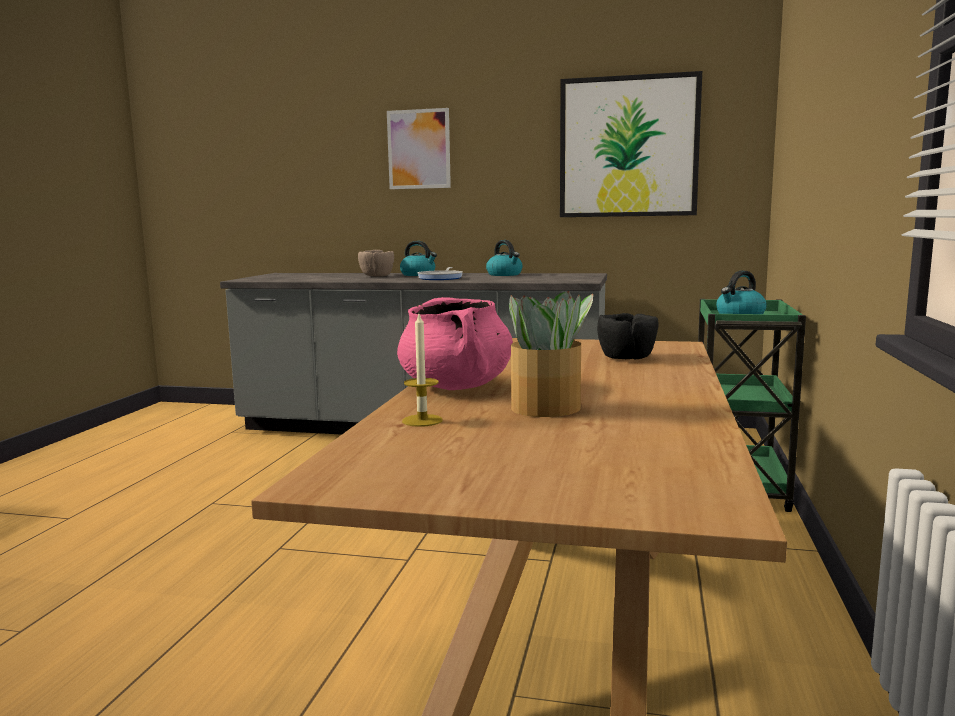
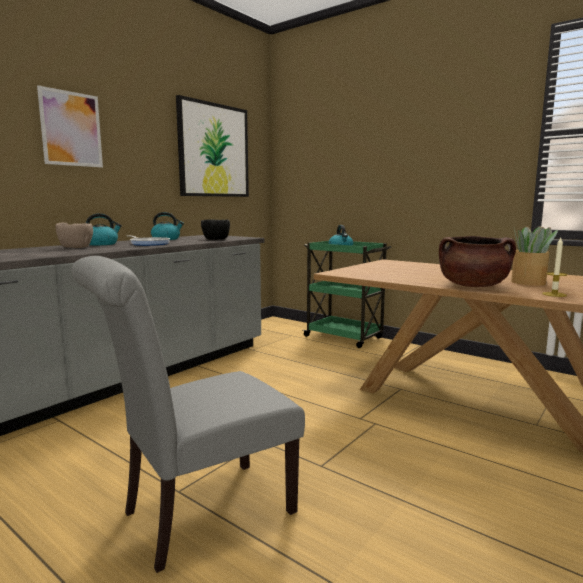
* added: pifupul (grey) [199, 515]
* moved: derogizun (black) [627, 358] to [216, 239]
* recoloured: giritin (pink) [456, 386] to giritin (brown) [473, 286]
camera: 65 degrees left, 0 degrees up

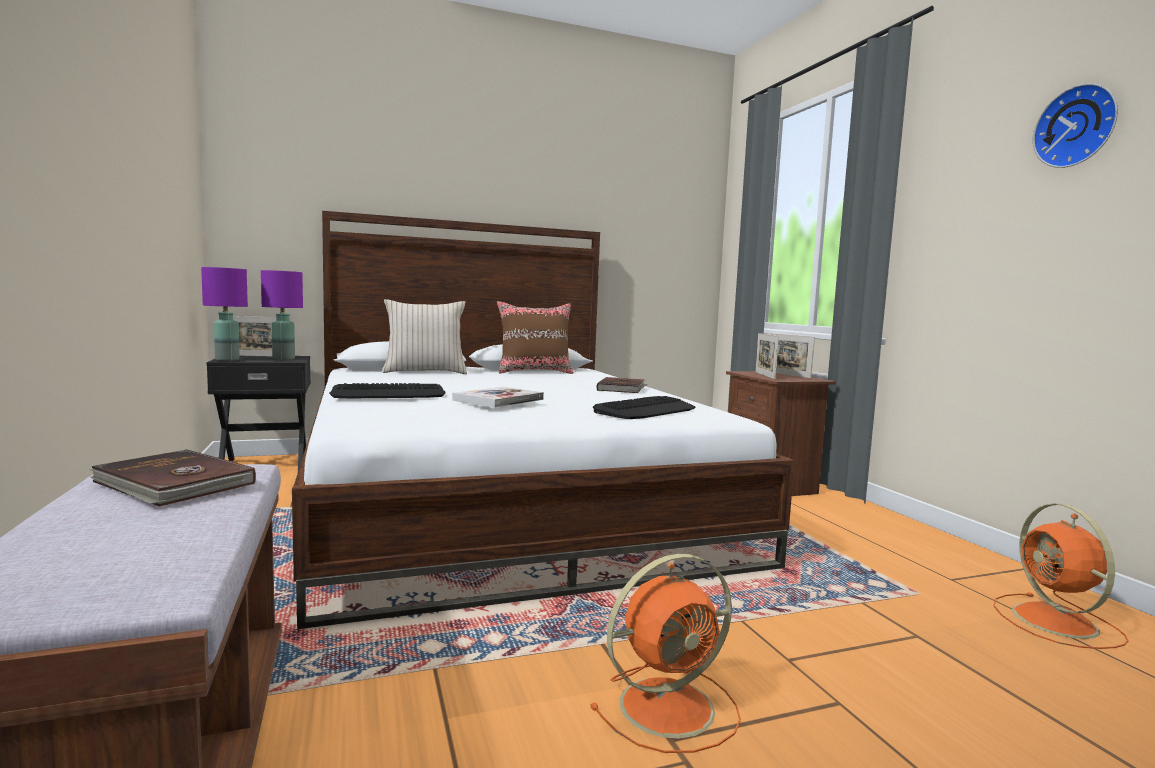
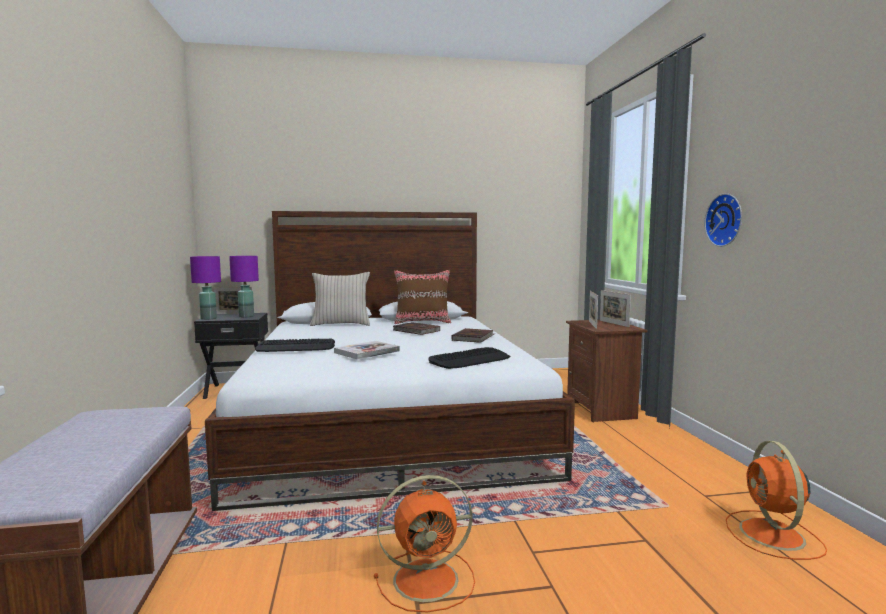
* moved: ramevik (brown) [173, 484] to [416, 331]
* moved: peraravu [1077, 127] to [726, 220]
camera: 10 degrees right, 0 degrees up

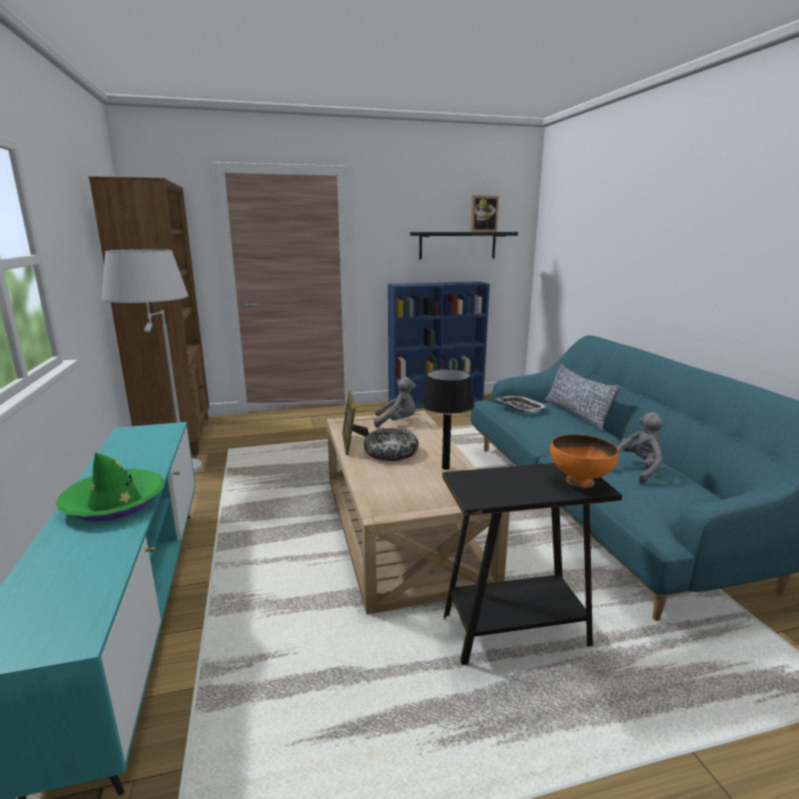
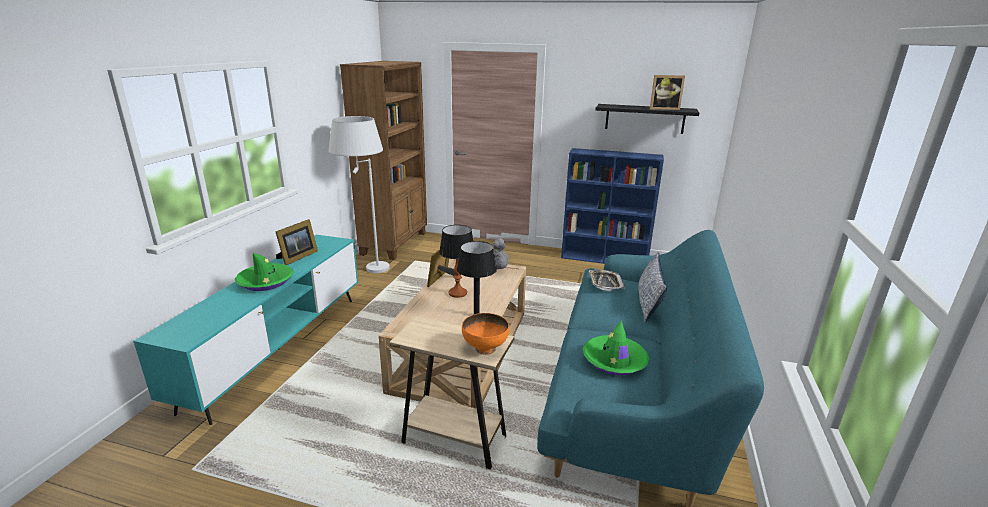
* added: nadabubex [297, 257]
* replaced: derogizun [391, 452] to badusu [458, 293]
* replaced: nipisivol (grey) [637, 469] to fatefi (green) [614, 361]
* recoloured: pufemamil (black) [515, 631] to pufemamil (beige) [454, 440]
camera: 30 degrees right, 5 degrees up

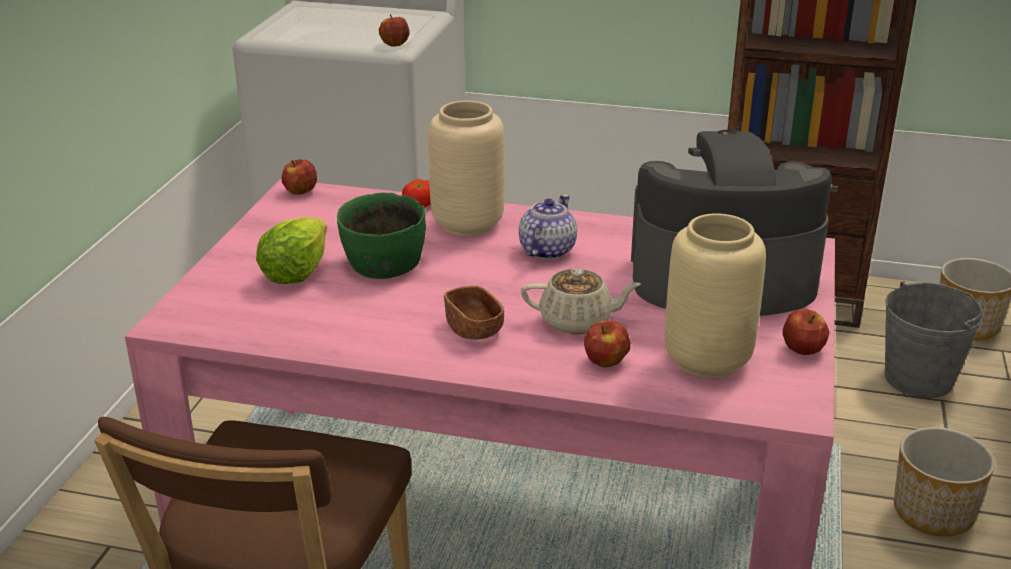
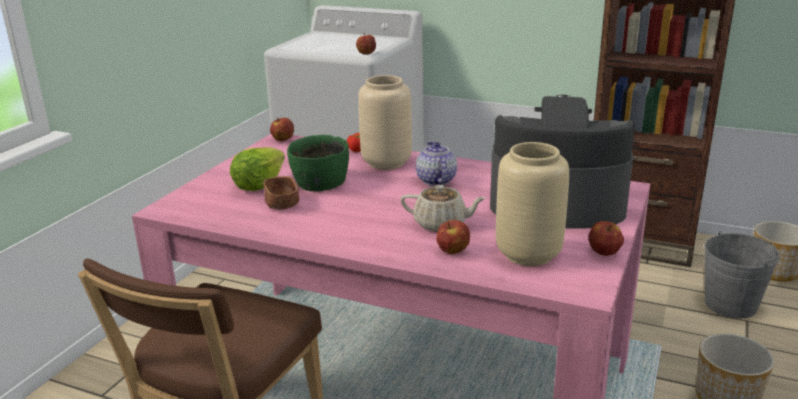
* moved: derogizun (brown) [474, 329] to [282, 204]
* turned: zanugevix [546, 250] = [435, 180] 45 degrees counterclockwise
camera: 10 degrees right, 5 degrees down

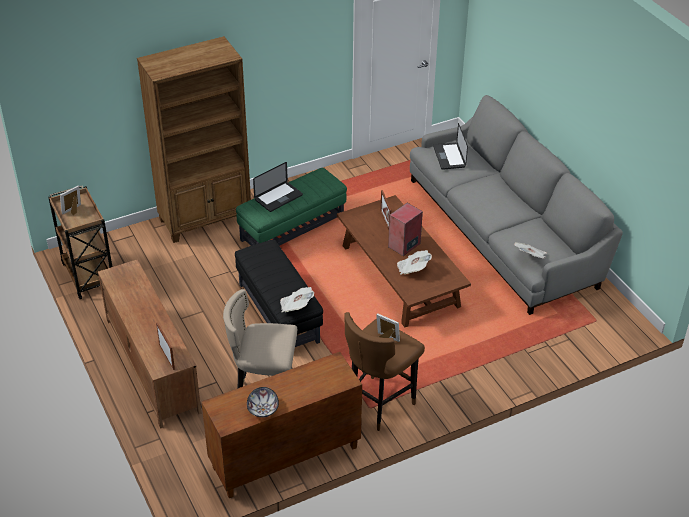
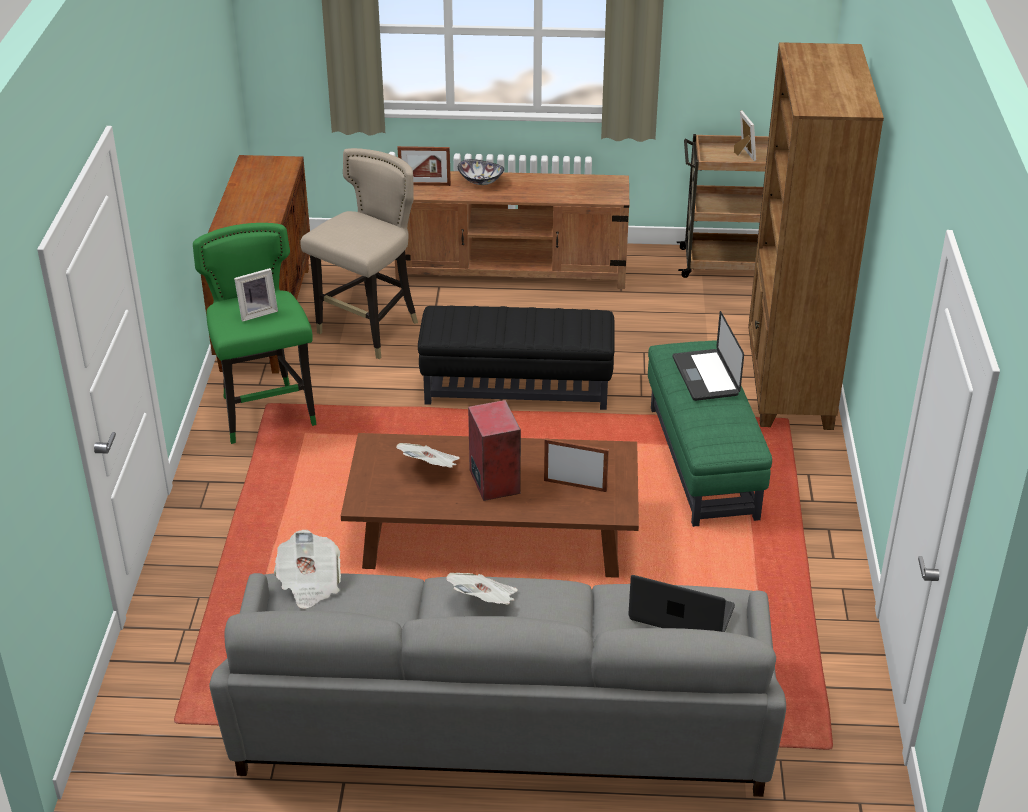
* moved: derogizun [262, 409] to [481, 181]
* moved: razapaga [296, 306] to [484, 601]
* recoloured: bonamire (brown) [378, 403] to bonamire (green) [266, 414]
camera: 120 degrees right, 5 degrees down

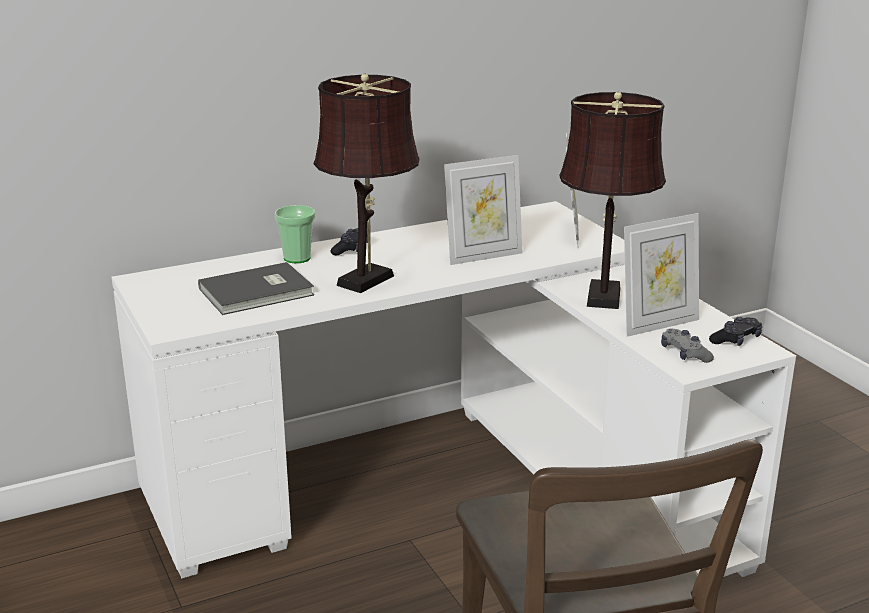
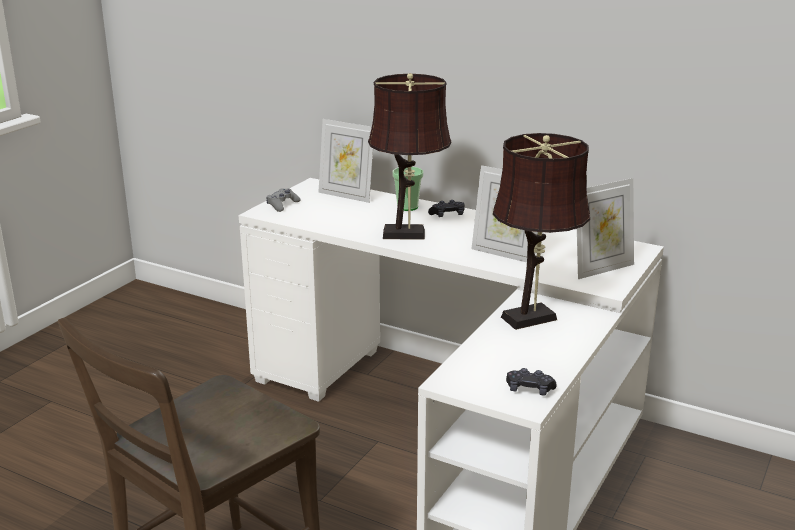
* removed: ramevik (grey) [258, 292]
* moved: nadabubex [658, 324] to [346, 195]
* moved: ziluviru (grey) [684, 354] to [282, 205]
camera: 55 degrees right, 0 degrees up

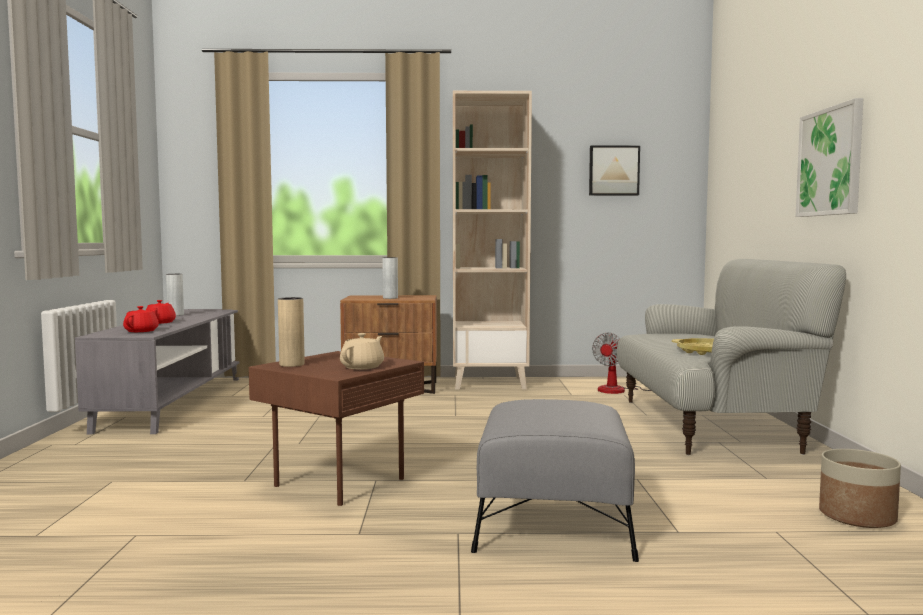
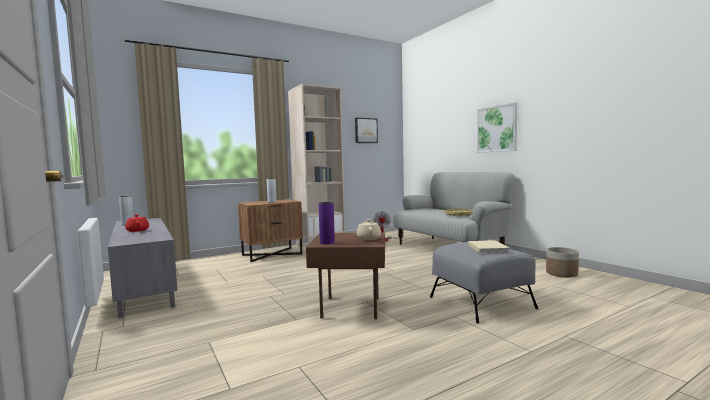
* removed: zanugevix (red) [142, 331]
* added: ramevik (beige) [487, 248]
* recoloured: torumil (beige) [292, 364] to torumil (purple) [327, 242]
camera: 30 degrees left, 0 degrees up

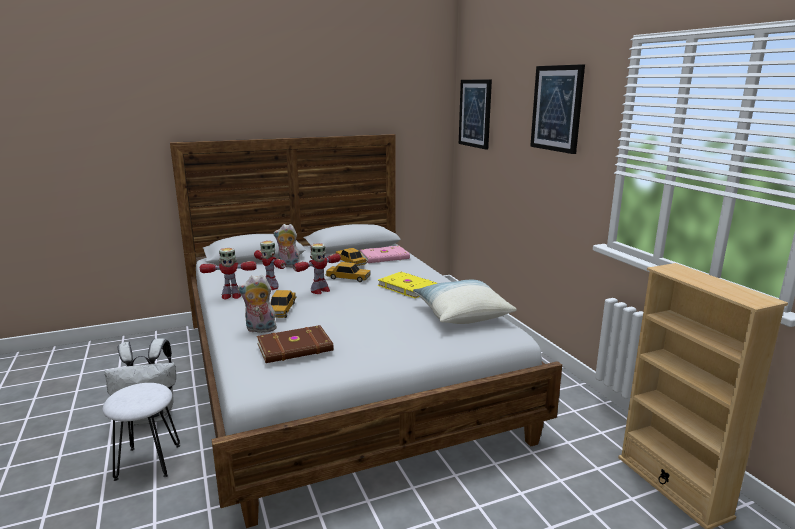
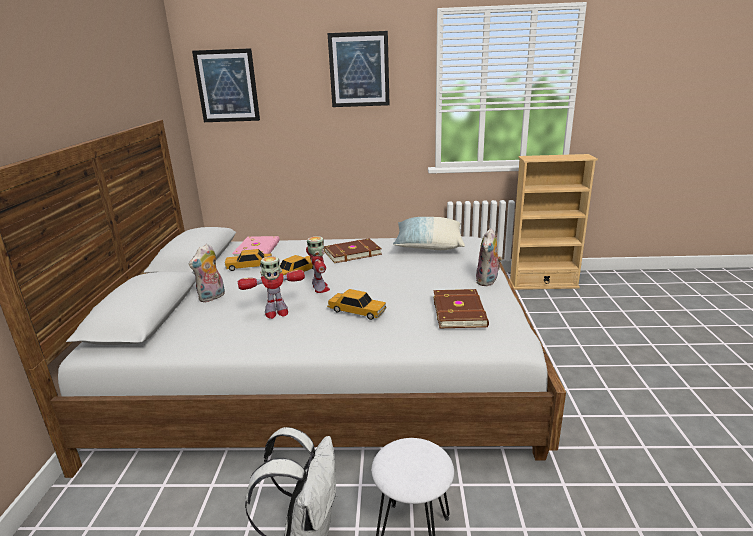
* removed: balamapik [231, 296]
* moved: nipisivol [260, 330] to [488, 281]
* recoloured: ramevik (yellow) [408, 287] to ramevik (brown) [351, 253]
camera: 65 degrees left, 5 degrees up

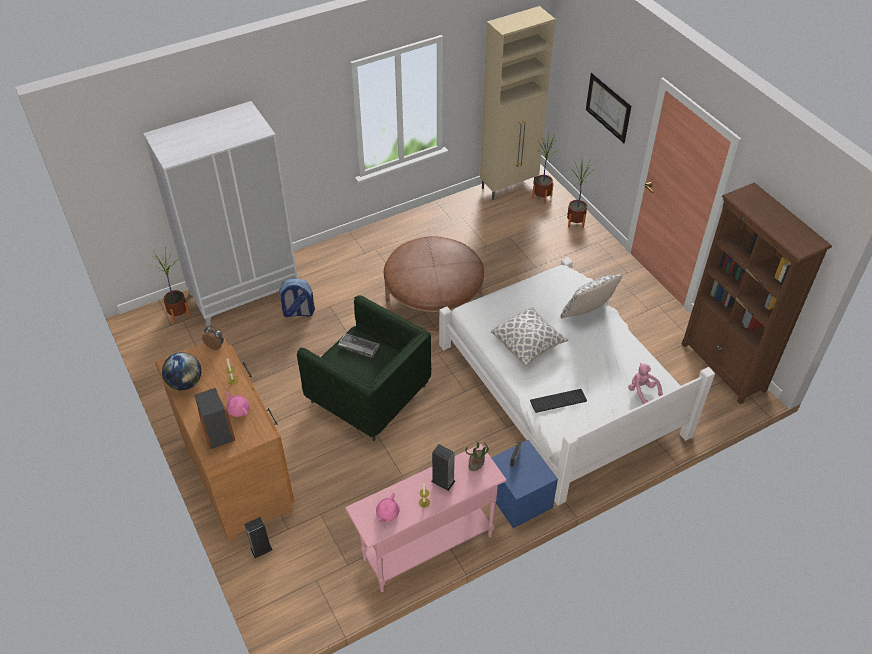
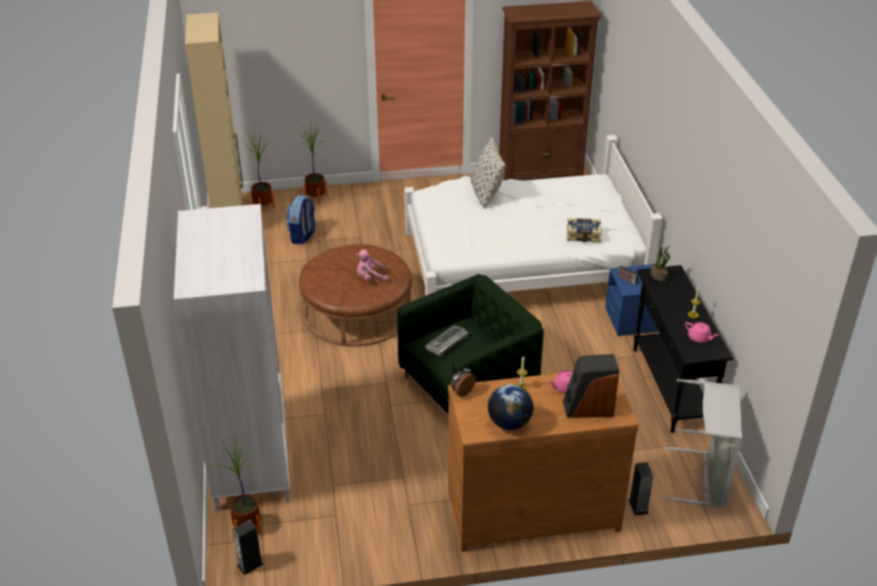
* removed: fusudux [528, 343]
* removed: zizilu [608, 107]
* added: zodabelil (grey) [703, 479]
* moved: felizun [298, 312] to [302, 236]
* moved: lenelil [443, 481] to [250, 564]
* moved: nipisivol (pink) [642, 391] to [370, 277]
* replaced: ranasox [558, 401] to ramevik [583, 235]
* recoloured: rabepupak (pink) [427, 547] to rabepupak (black) [670, 388]
camera: 70 degrees left, 10 degrees down

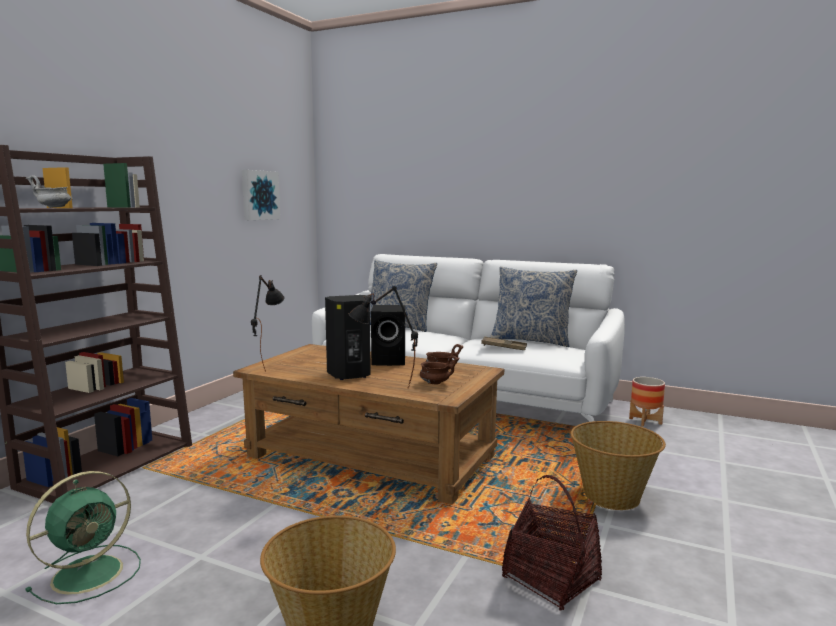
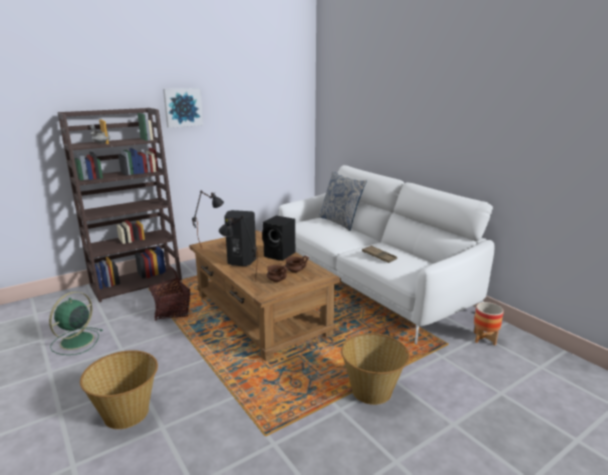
* removed: fusudux [531, 340]
* moved: zizilu [259, 195] to [183, 107]
* moved: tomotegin [551, 580] to [171, 311]
* turned: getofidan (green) [91, 573] = [76, 341] 135 degrees clockwise
camera: 30 degrees right, 10 degrees up

